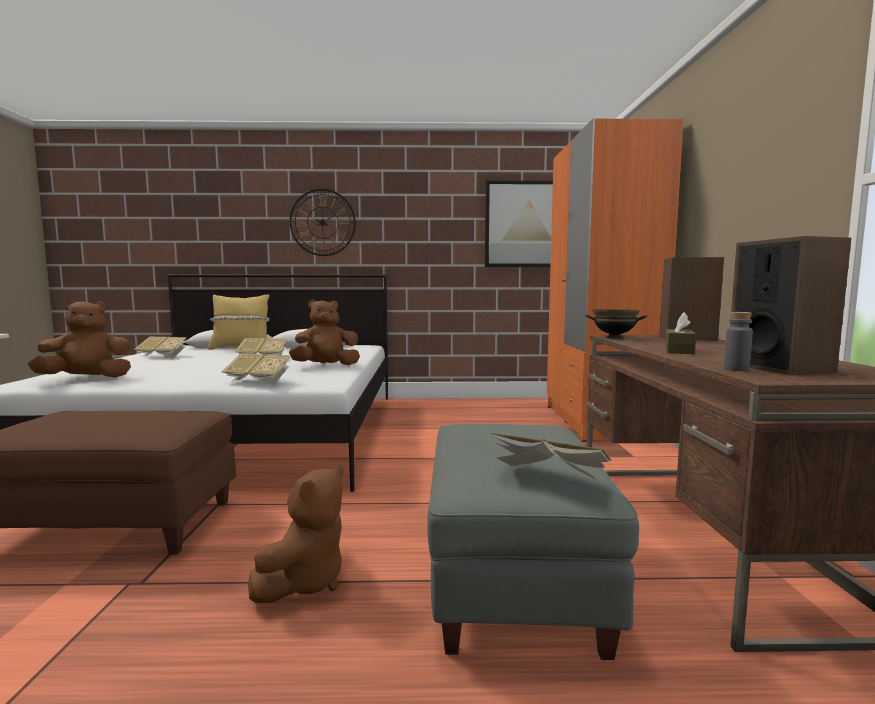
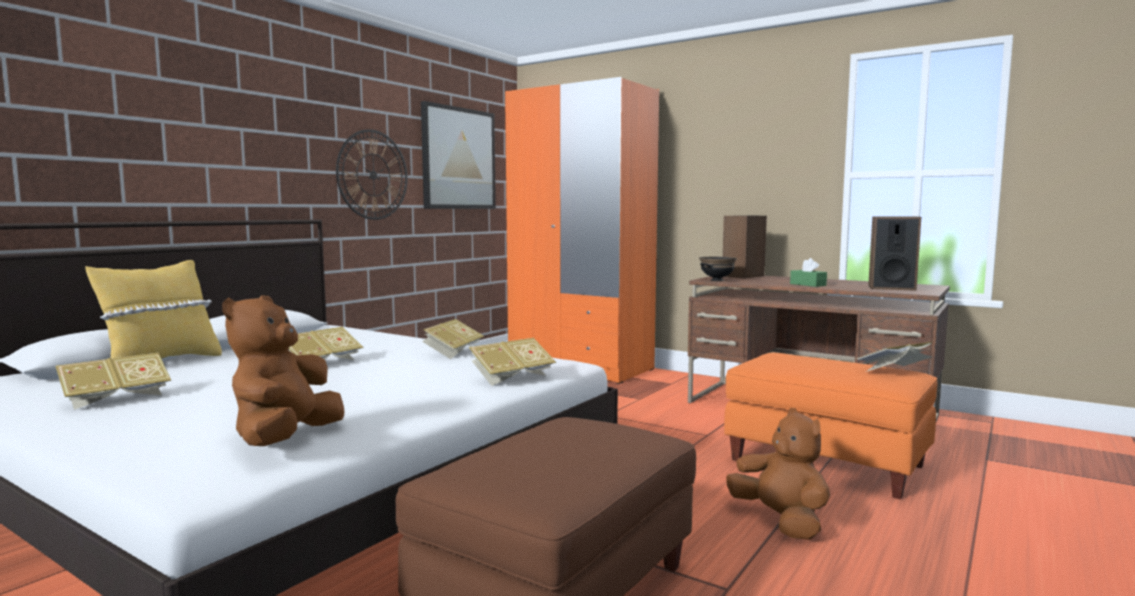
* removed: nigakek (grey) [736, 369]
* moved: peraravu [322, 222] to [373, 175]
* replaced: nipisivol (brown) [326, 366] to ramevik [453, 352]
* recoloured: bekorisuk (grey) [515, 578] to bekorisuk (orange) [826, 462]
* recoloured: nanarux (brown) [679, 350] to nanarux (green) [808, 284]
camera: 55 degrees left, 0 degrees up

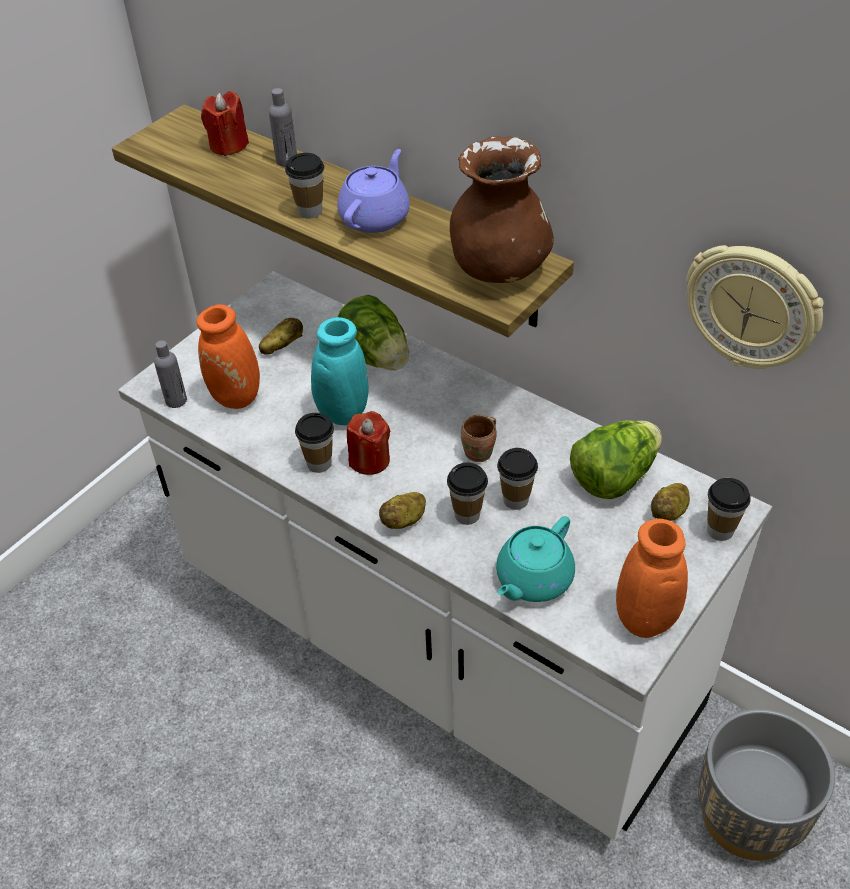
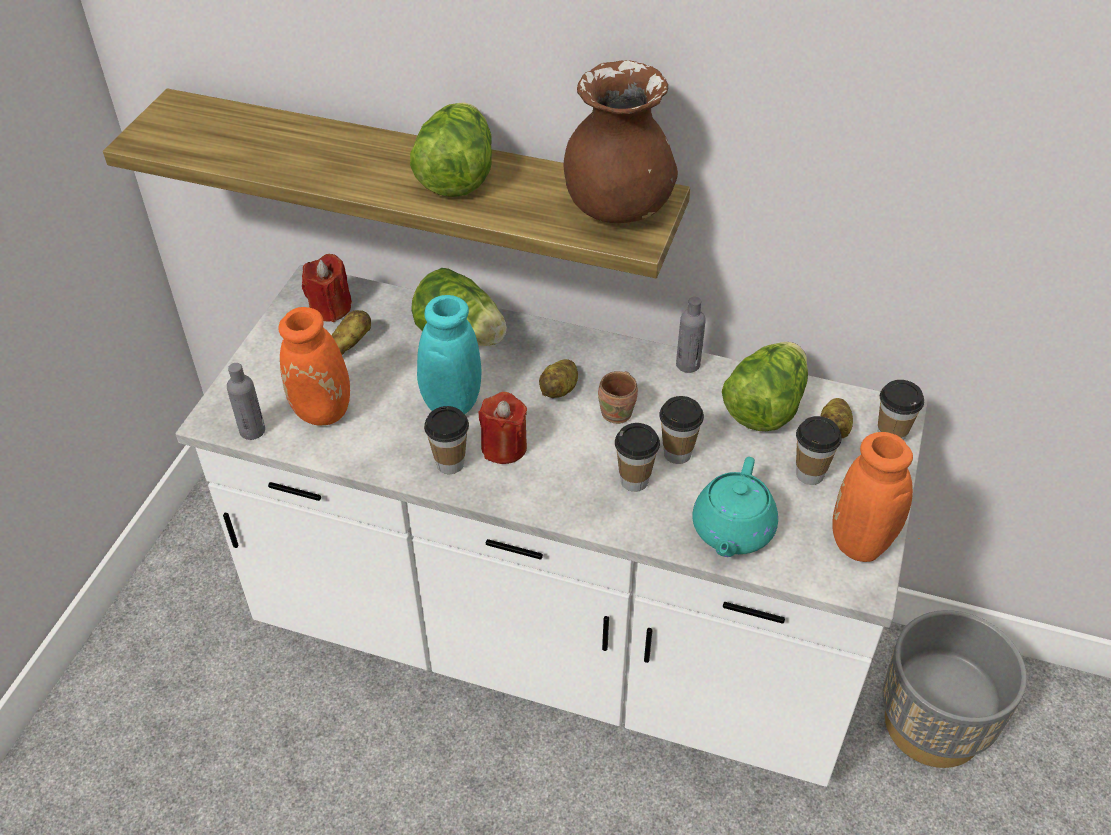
* removed: peraravu [752, 307]
* moved: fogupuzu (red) [228, 145] to [330, 308]
* moved: nigakek (grey) [286, 161] to [688, 364]
* moved: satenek [310, 211] to [809, 474]
* moved: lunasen [404, 520] to [560, 389]
* replaced: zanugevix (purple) [375, 217] to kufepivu [456, 176]
camera: 20 degrees left, 0 degrees up

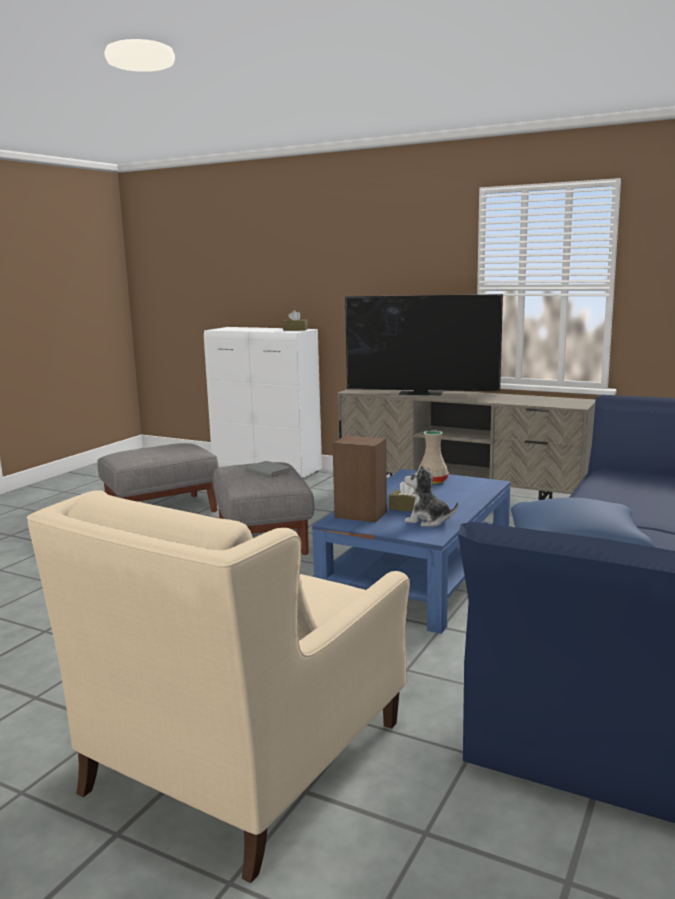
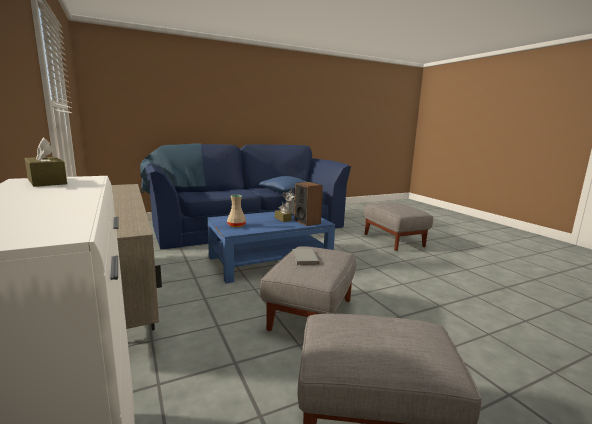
* removed: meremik [421, 393]
* replaced: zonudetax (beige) [247, 755] to bekorisuk (grey) [394, 240]
camera: 145 degrees left, 0 degrees up

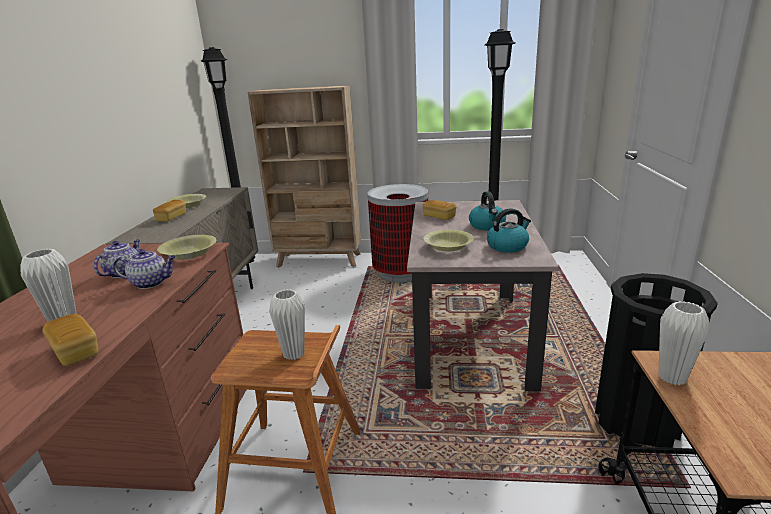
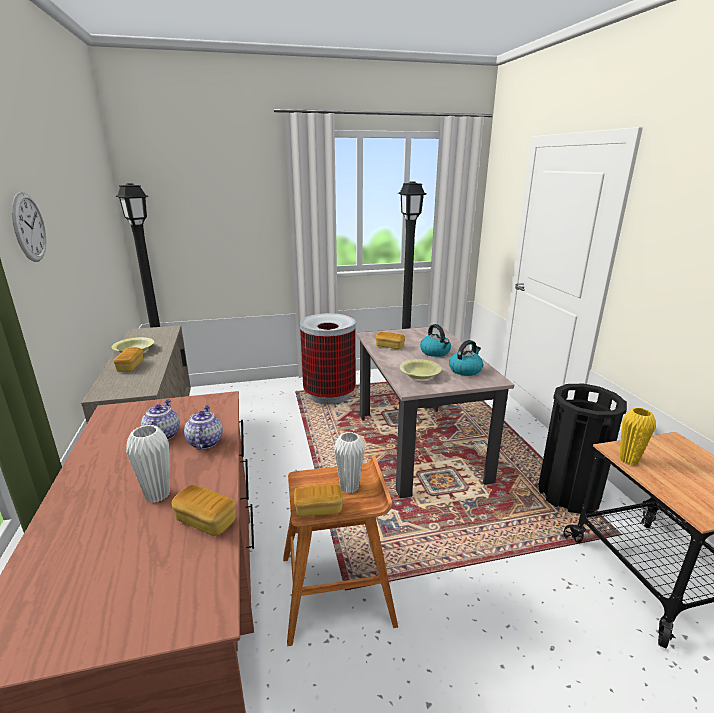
* removed: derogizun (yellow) [189, 254]
* removed: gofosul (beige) [319, 260]
* added: peraravu [29, 227]
* added: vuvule [318, 509]
* recoloured: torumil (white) [672, 377] to torumil (yellow) [628, 460]
* turned: zanugevix [151, 283] = [205, 442] 75 degrees counterclockwise
camera: 20 degrees left, 0 degrees up

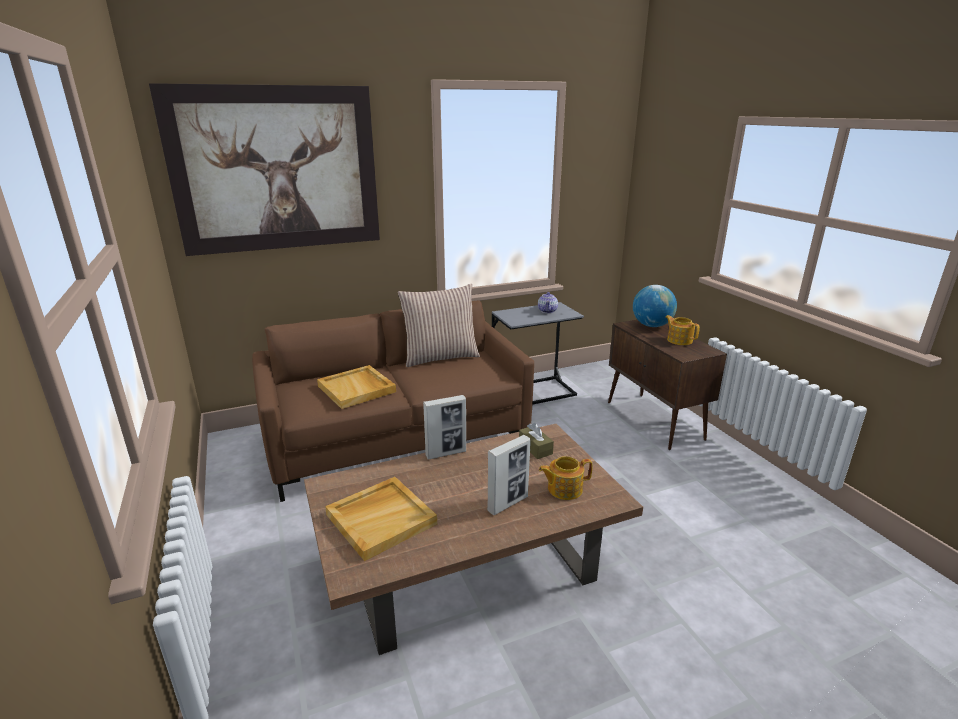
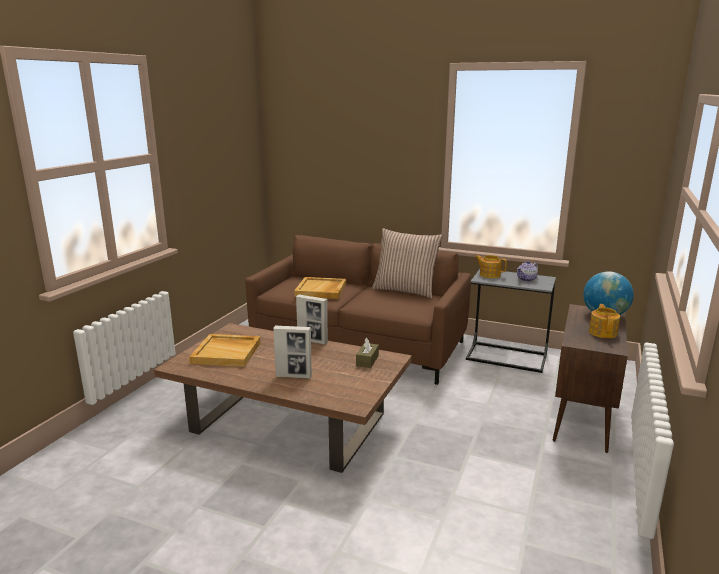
* removed: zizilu [277, 170]
* moved: zanugevix [564, 489] to [489, 274]
camera: 45 degrees right, 5 degrees down

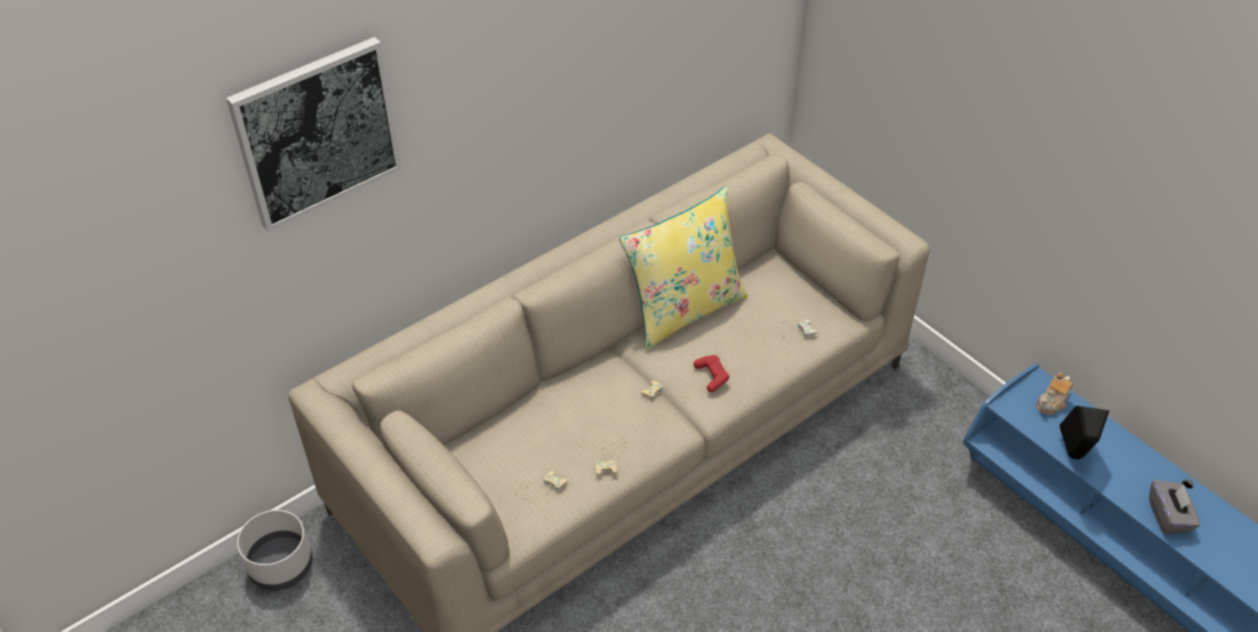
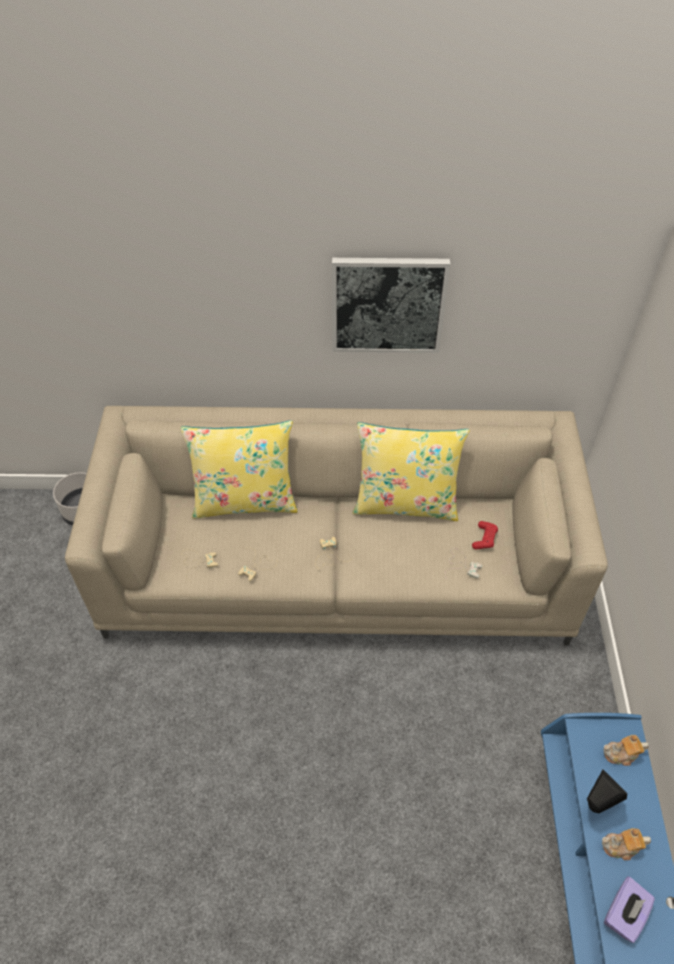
* added: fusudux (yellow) [245, 501]
* added: zanugevix [621, 847]
* moved: zizilu [317, 132] to [388, 304]
* moved: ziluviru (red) [711, 376] to [484, 539]
* recoloured: nanarux (grey) [1168, 517] to nanarux (purple) [624, 914]
camera: 40 degrees right, 5 degrees up

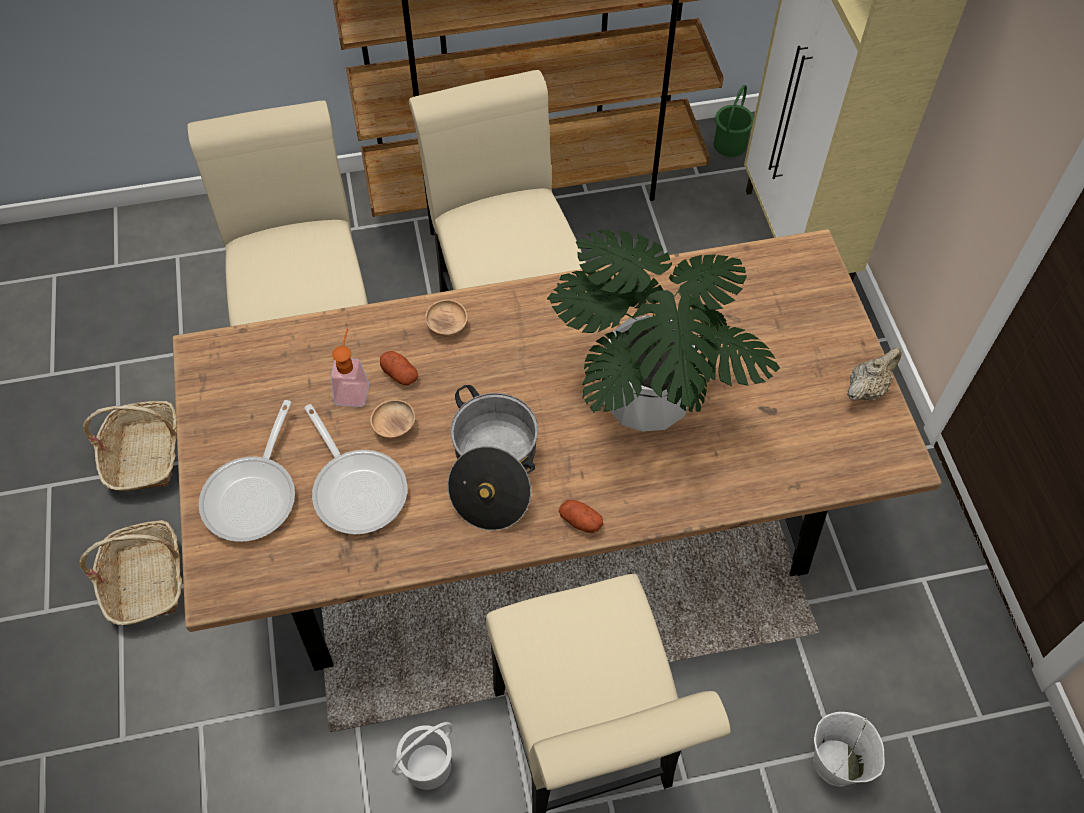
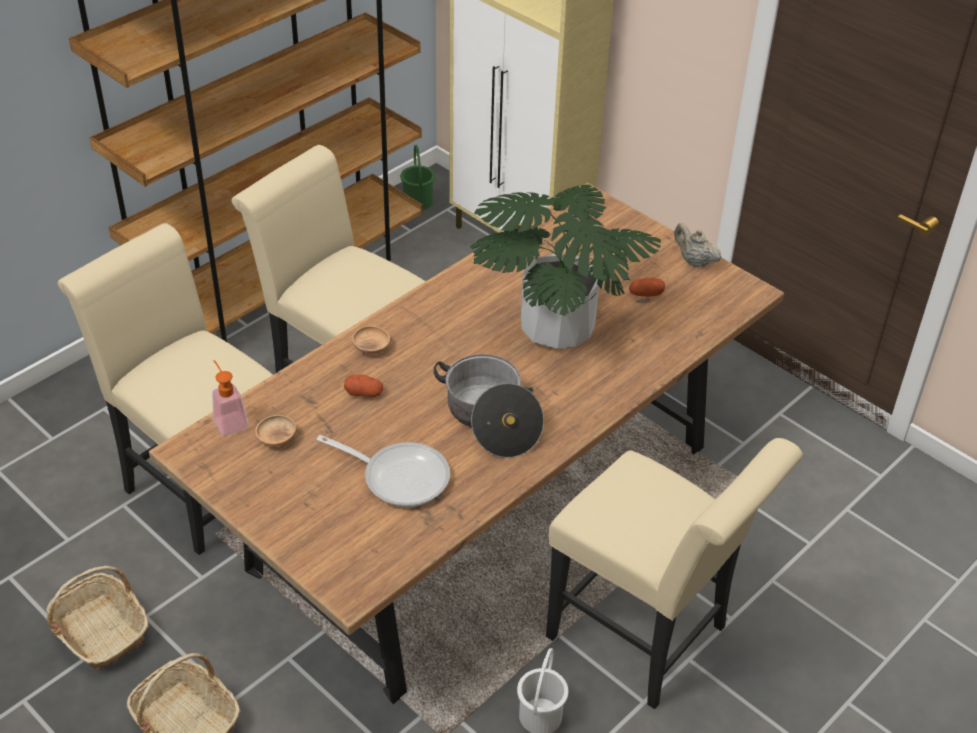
* removed: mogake [254, 494]
* removed: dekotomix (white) [837, 763]
* moved: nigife [353, 388] to [228, 419]
* moved: derogizun (brown) [394, 426] to [276, 439]
* moved: lunasen [580, 521] to [646, 294]
* turned: zanugevix (beige) [867, 389] = [694, 261] 60 degrees counterclockwise
camera: 35 degrees left, 15 degrees down

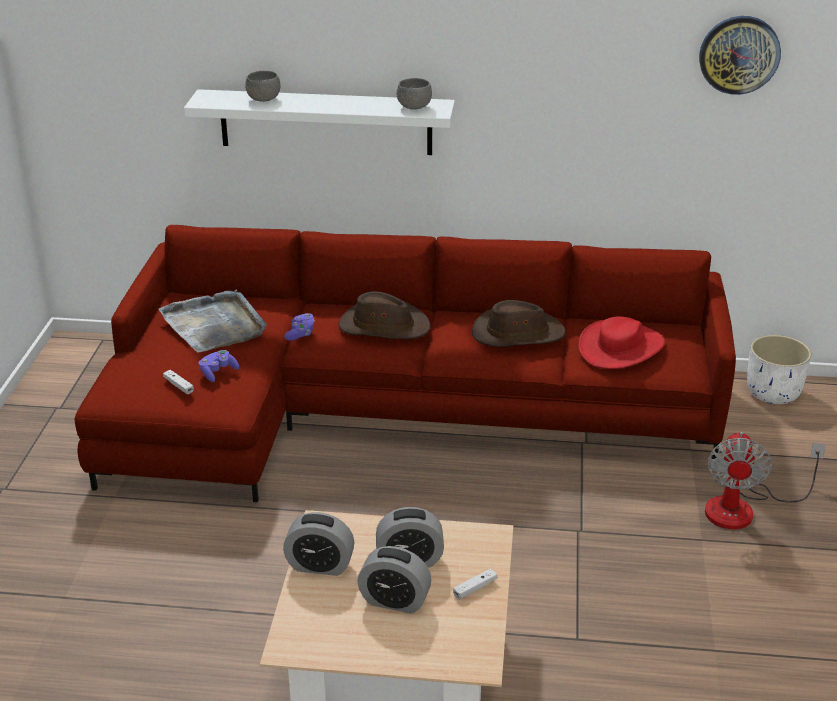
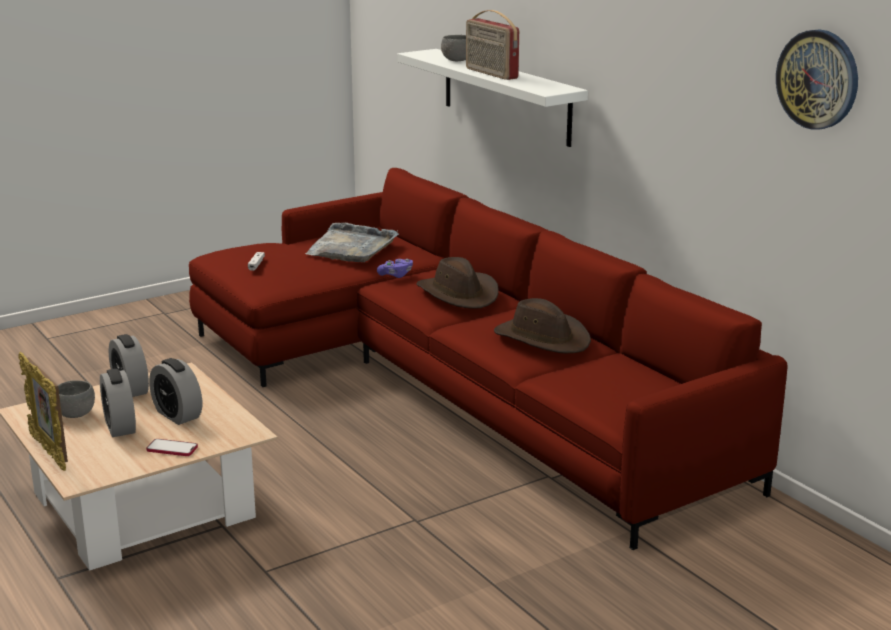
* removed: ziluviru (purple) [218, 372]
* removed: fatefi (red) [621, 347]
* removed: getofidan [743, 508]
* removed: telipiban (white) [773, 393]
* added: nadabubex [49, 452]
* added: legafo [490, 73]
* moved: derogizun (grey) [414, 107] to [75, 414]
* replaced: ziluviru (white) [475, 588] to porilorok [172, 449]
camera: 50 degrees right, 10 degrees down

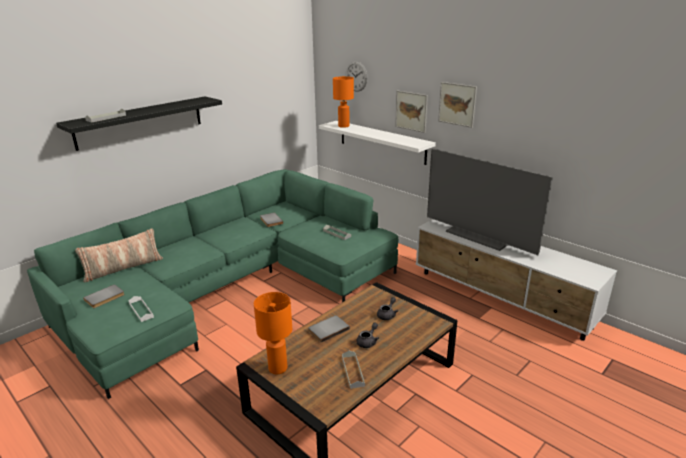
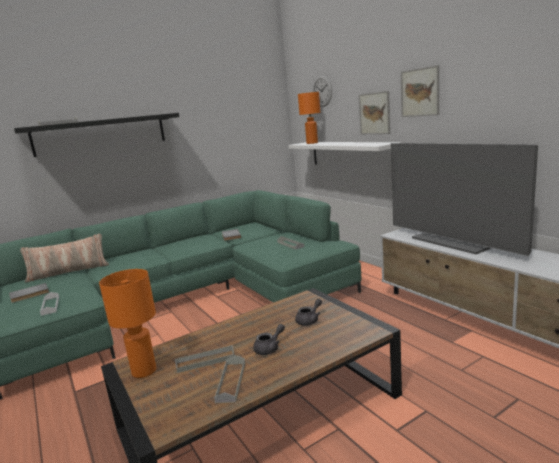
* removed: ramevik (grey) [328, 329]
* added: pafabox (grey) [205, 361]
camera: 15 degrees right, 10 degrees down

